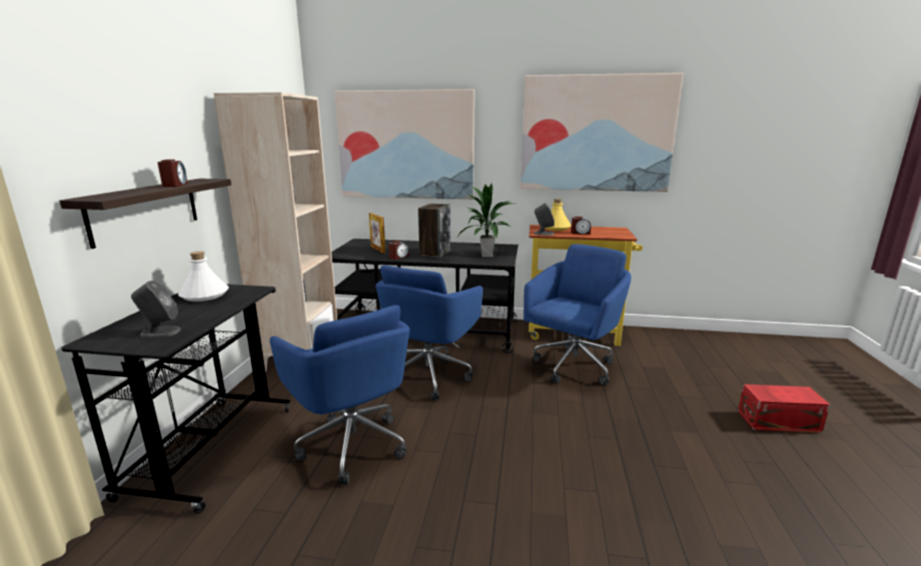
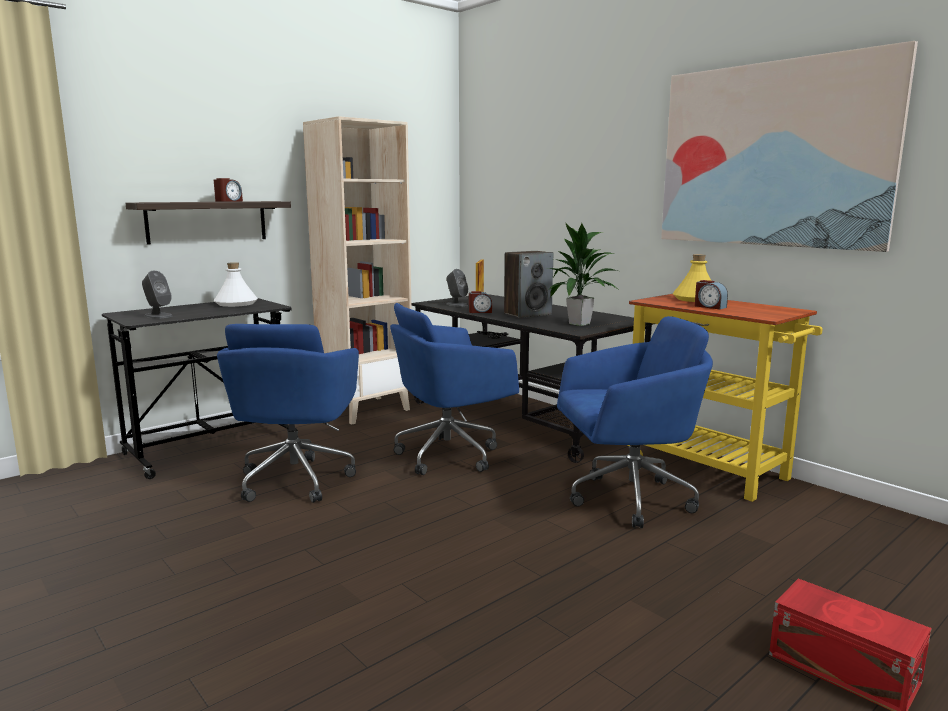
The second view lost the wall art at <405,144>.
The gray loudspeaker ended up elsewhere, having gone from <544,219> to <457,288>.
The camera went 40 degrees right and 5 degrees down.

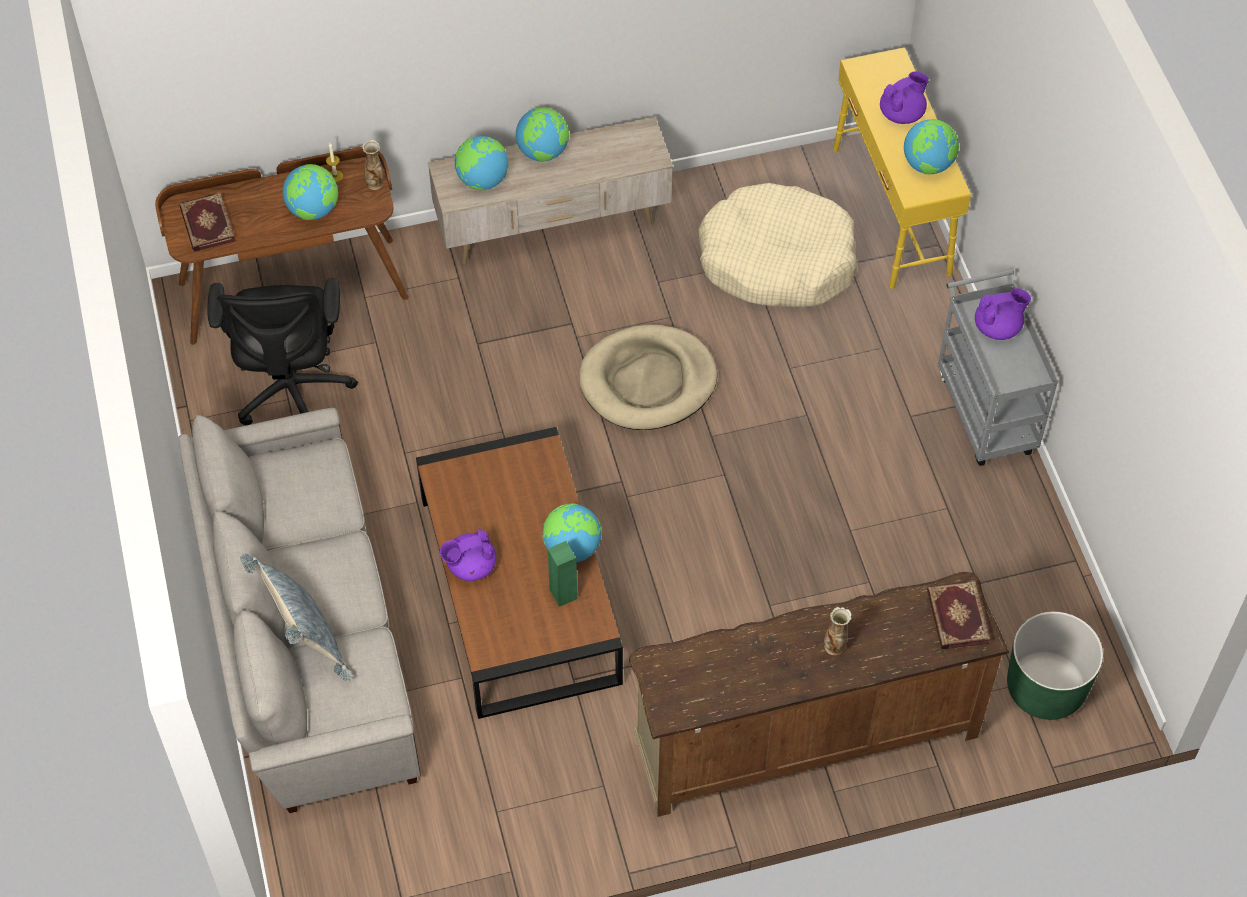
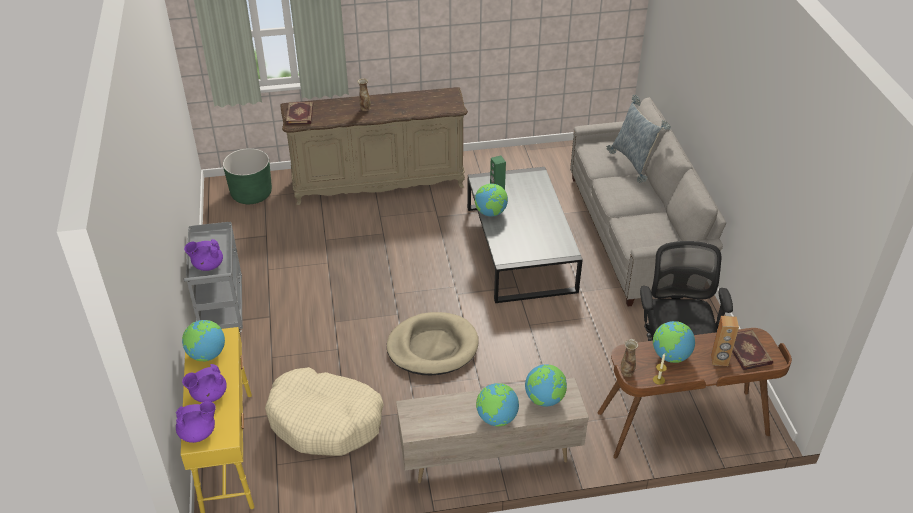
What was the brownish low table at <519,573> turned into the gray low table at <525,235>.
The purple pot for tea ended up elsewhere, having gone from <468,555> to <196,422>.
The second view gained the brownish loudspeaker at <725,341>.
The camera went 175 degrees left and 15 degrees down.

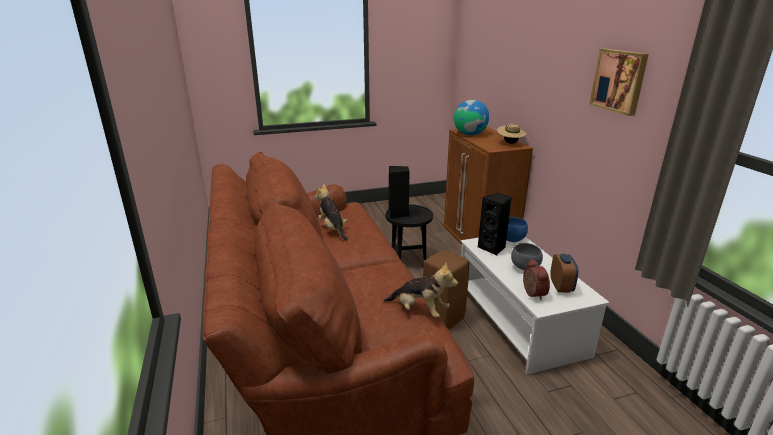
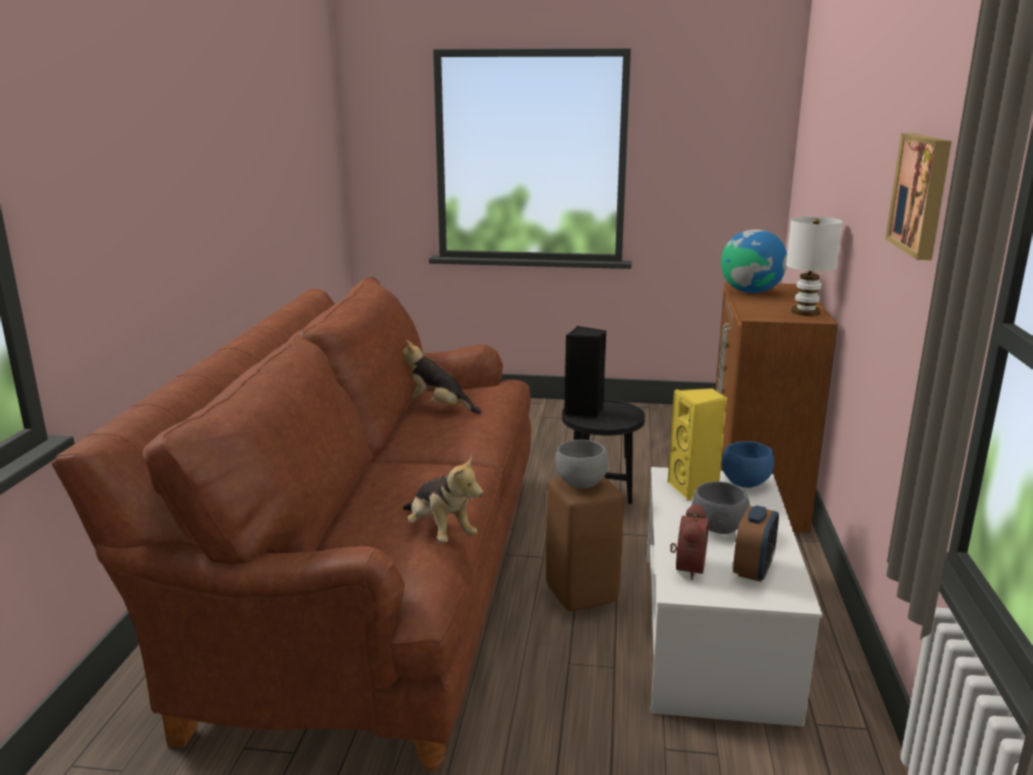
The soft toy at <331,212> ended up facing another way, 60 degrees counterclockwise from before.
What was the blackish loudspeaker at <495,224> turned into the yellowish loudspeaker at <697,444>.
Where the beige wearable hat stood at <512,134>, the white table lamp came to stand at <814,266>.
The second view gained the gray bowl at <582,464>.
The camera went 25 degrees right and 5 degrees down.

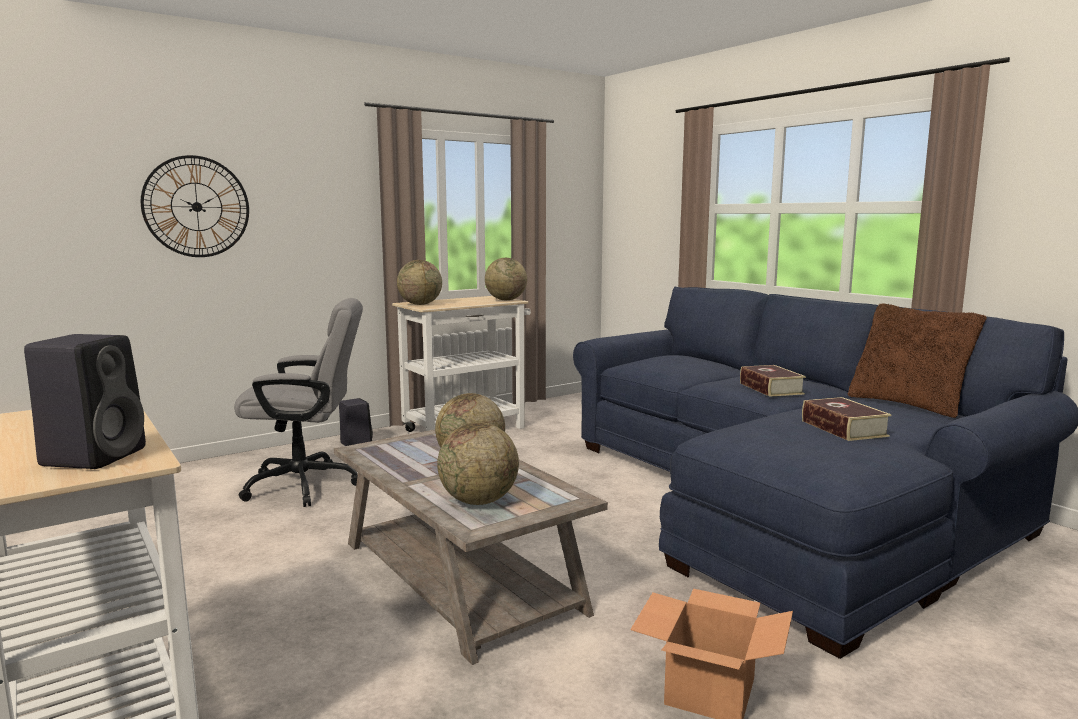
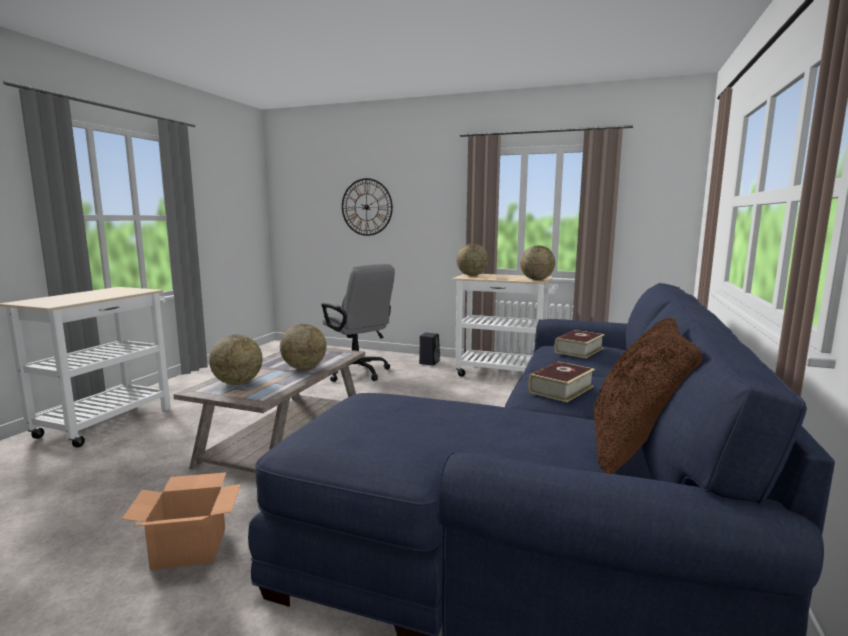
The second view lost the blackish loudspeaker at <85,401>.
The bound book ended up elsewhere, having gone from <847,419> to <580,344>.
The camera went 55 degrees right and 0 degrees up.

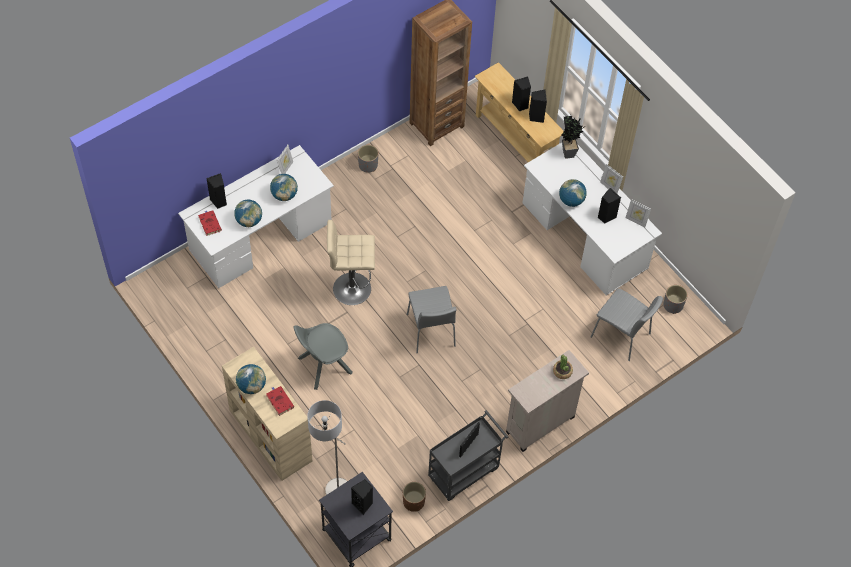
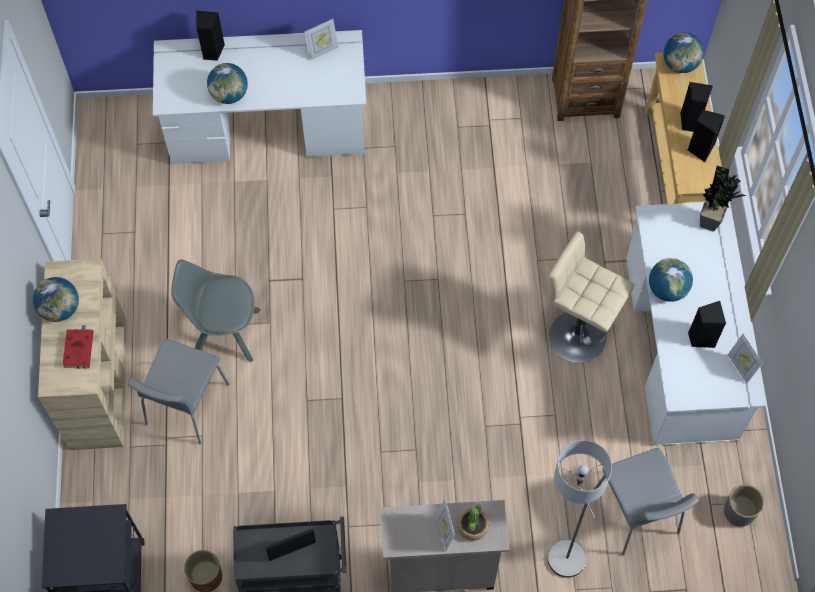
The second view lost the red bound book at <210,223>.
The globe ended up elsewhere, having gone from <284,187> to <683,53>.
The gray standard lamp ended up elsewhere, having gone from <327,447> to <580,509>.
The beige sitting stool ended up elsewhere, having gone from <351,262> to <591,297>.
The second view lost the blackish loudspeaker at <362,497>.
The second view lost the gray planter at <368,159>.
The gray plain chair ended up elsewhere, having gone from <432,319> to <178,391>.
The standing frame ended up elsewhere, having gone from <611,178> to <445,525>.
The camera went 35 degrees right and 5 degrees up.

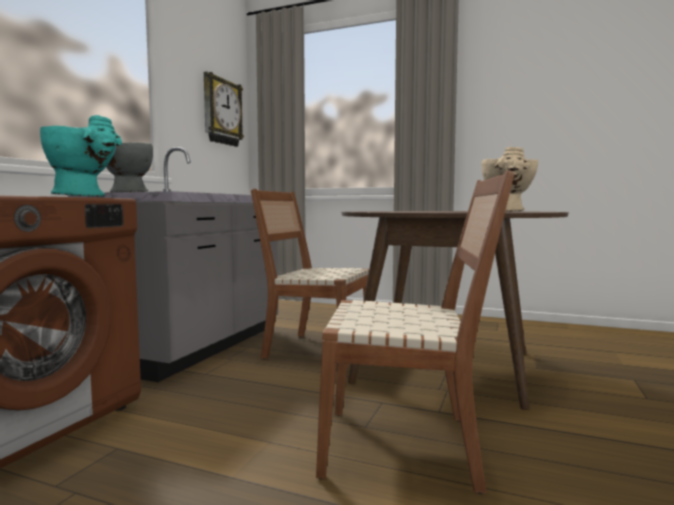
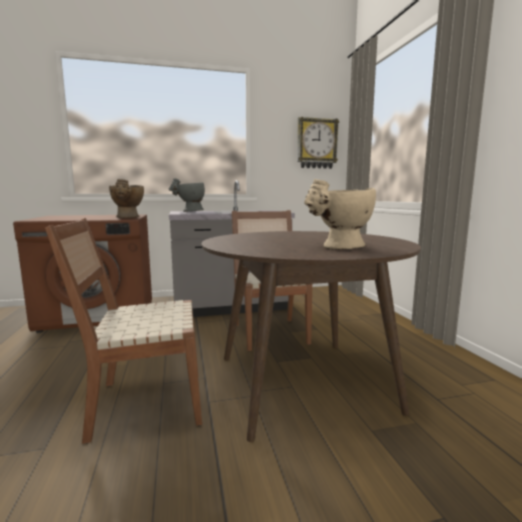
What was the blue-green decorative vase at <81,156> turned into the beige decorative vase at <126,198>.
The plain chair at <415,332> ended up facing another way, 105 degrees clockwise from before.
The camera went 55 degrees right and 5 degrees up.

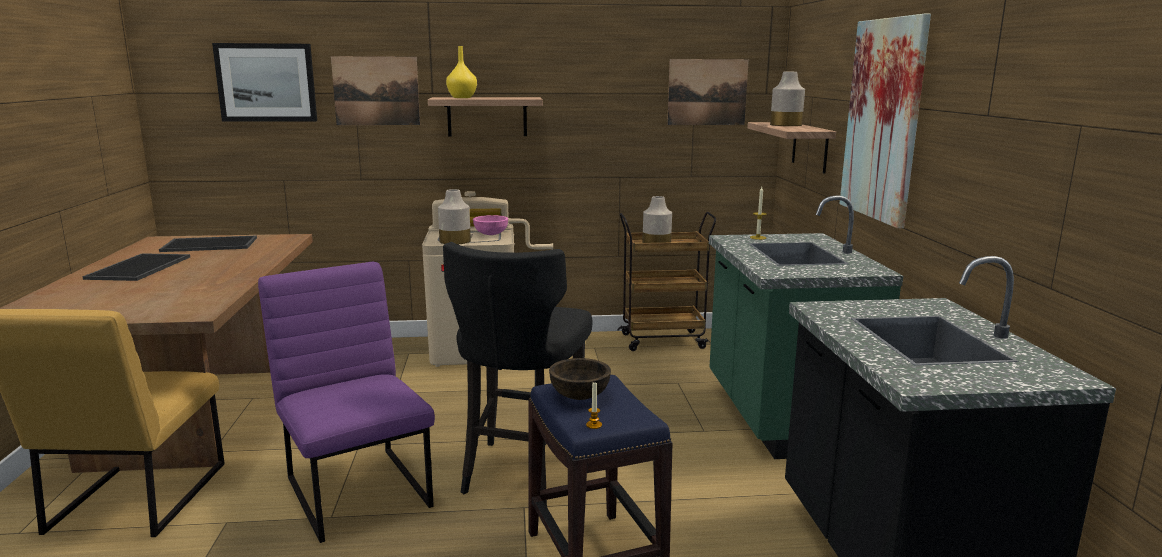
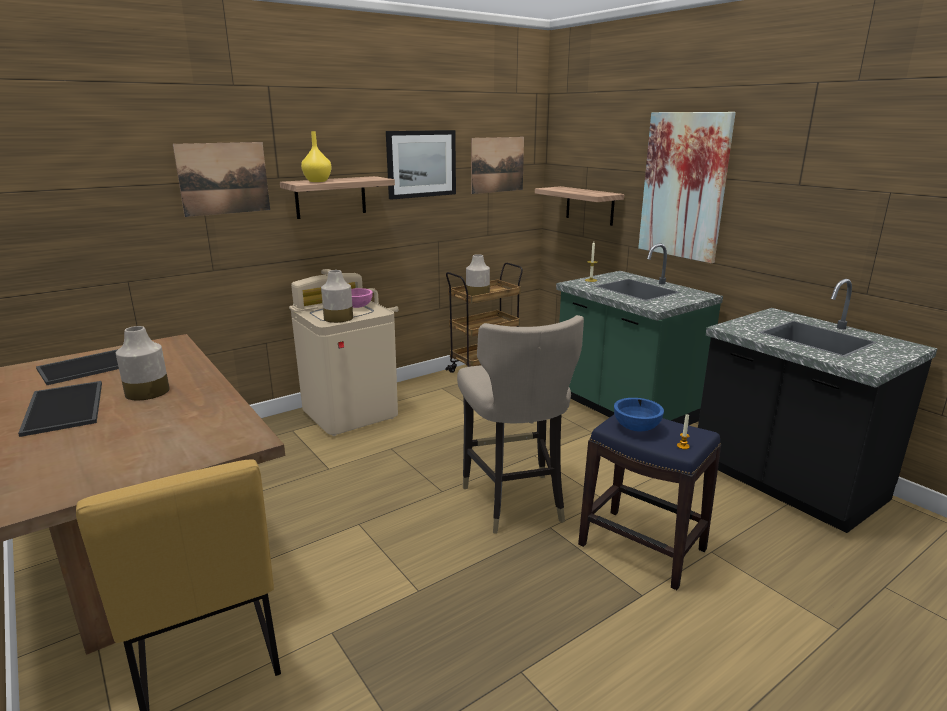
The wall art ended up elsewhere, having gone from <264,82> to <421,165>.
The second view lost the purple plain chair at <346,402>.
What was the blackish sitting stool at <518,374> turned into the beige sitting stool at <520,424>.
What was the brownish bowl at <580,379> turned into the bluish bowl at <639,414>.
The beige decorative vase ended up elsewhere, having gone from <787,99> to <143,363>.
The camera went 30 degrees left and 5 degrees up.

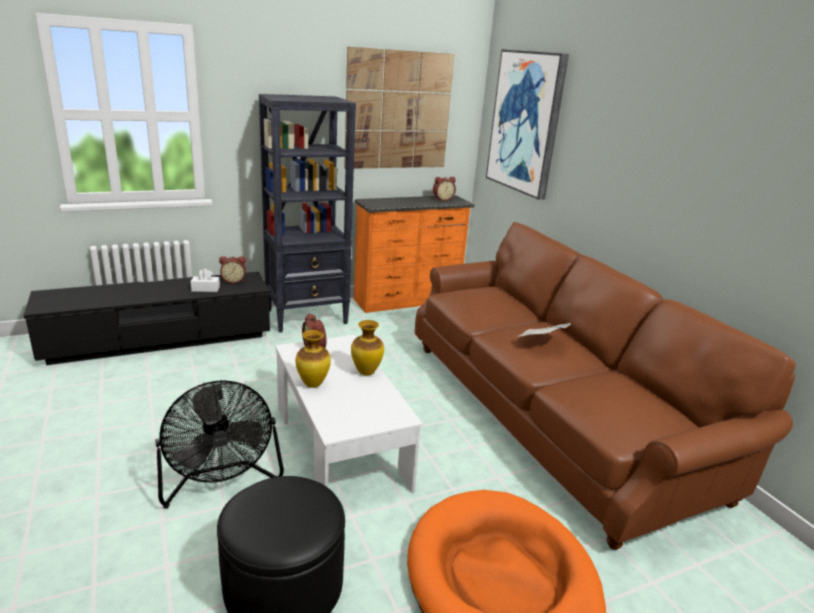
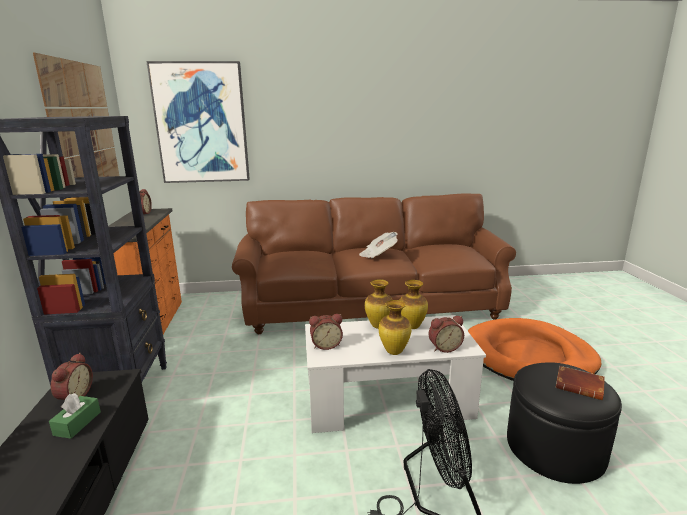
What was the white box of tissues at <205,280> turned into the greenish box of tissues at <75,416>.
The second view gained the decorative vase at <414,304>.
The second view gained the alarm clock at <446,334>.
The second view gained the brownish bound book at <580,383>.
The camera went 70 degrees left and 5 degrees down.

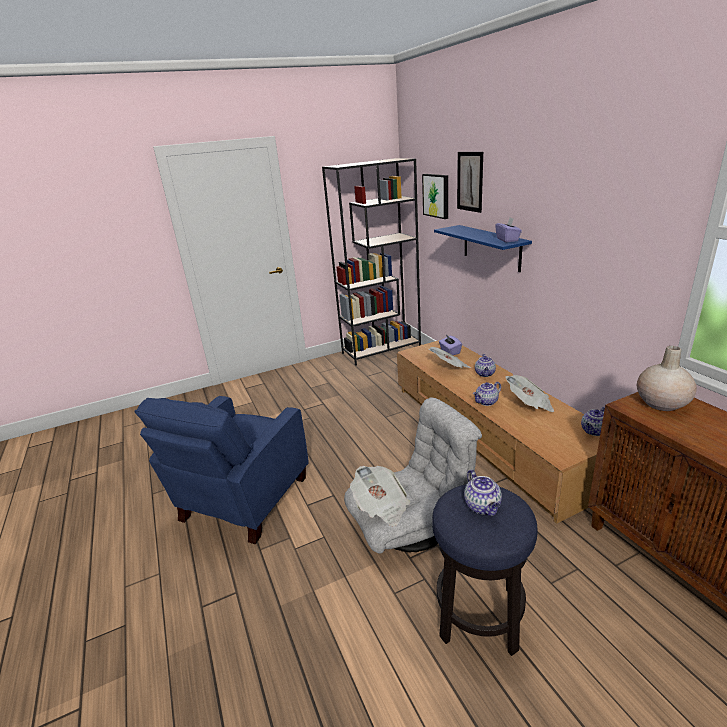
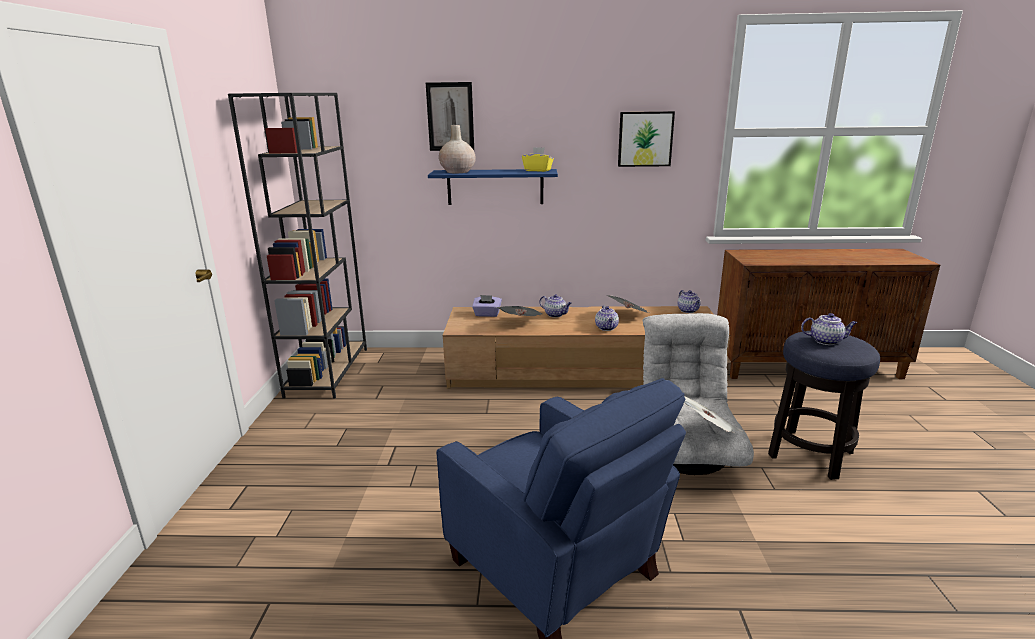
The wall art ended up elsewhere, having gone from <435,196> to <646,139>.
What was the purple box of tissues at <508,230> turned into the yellowish box of tissues at <538,159>.
The beige decorative vase ended up elsewhere, having gone from <667,378> to <457,149>.
The camera went 65 degrees left and 5 degrees down.

